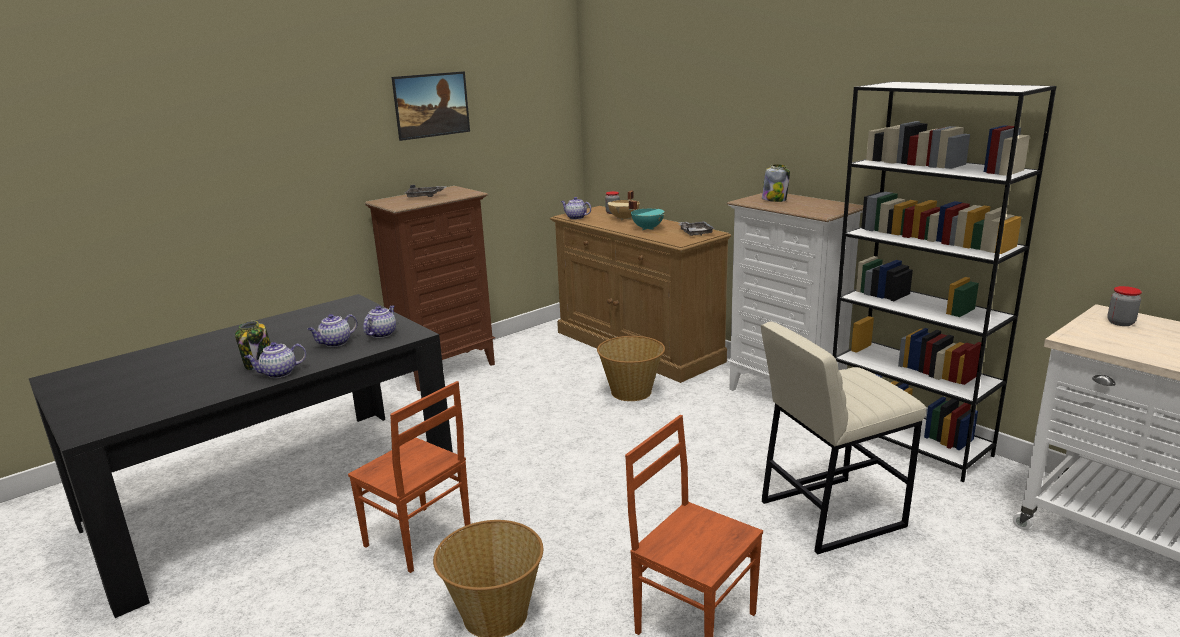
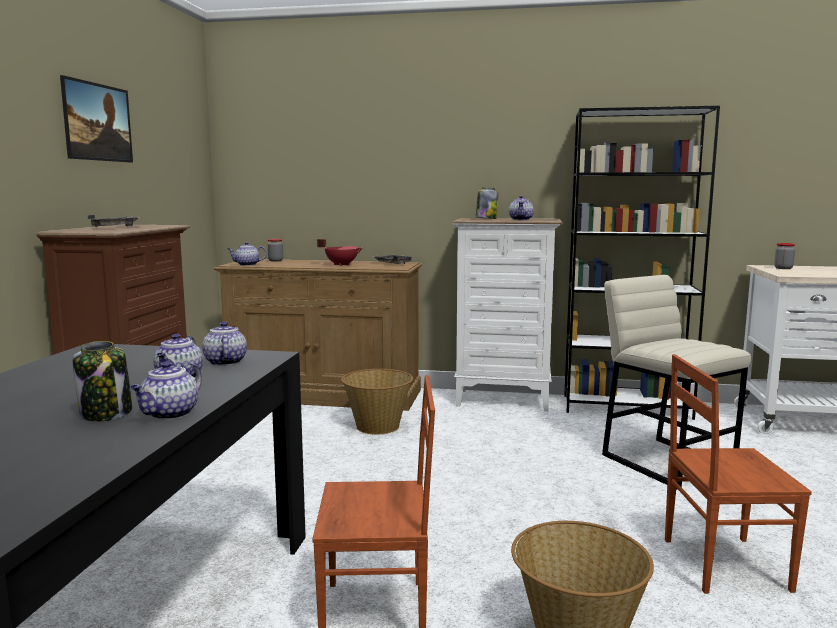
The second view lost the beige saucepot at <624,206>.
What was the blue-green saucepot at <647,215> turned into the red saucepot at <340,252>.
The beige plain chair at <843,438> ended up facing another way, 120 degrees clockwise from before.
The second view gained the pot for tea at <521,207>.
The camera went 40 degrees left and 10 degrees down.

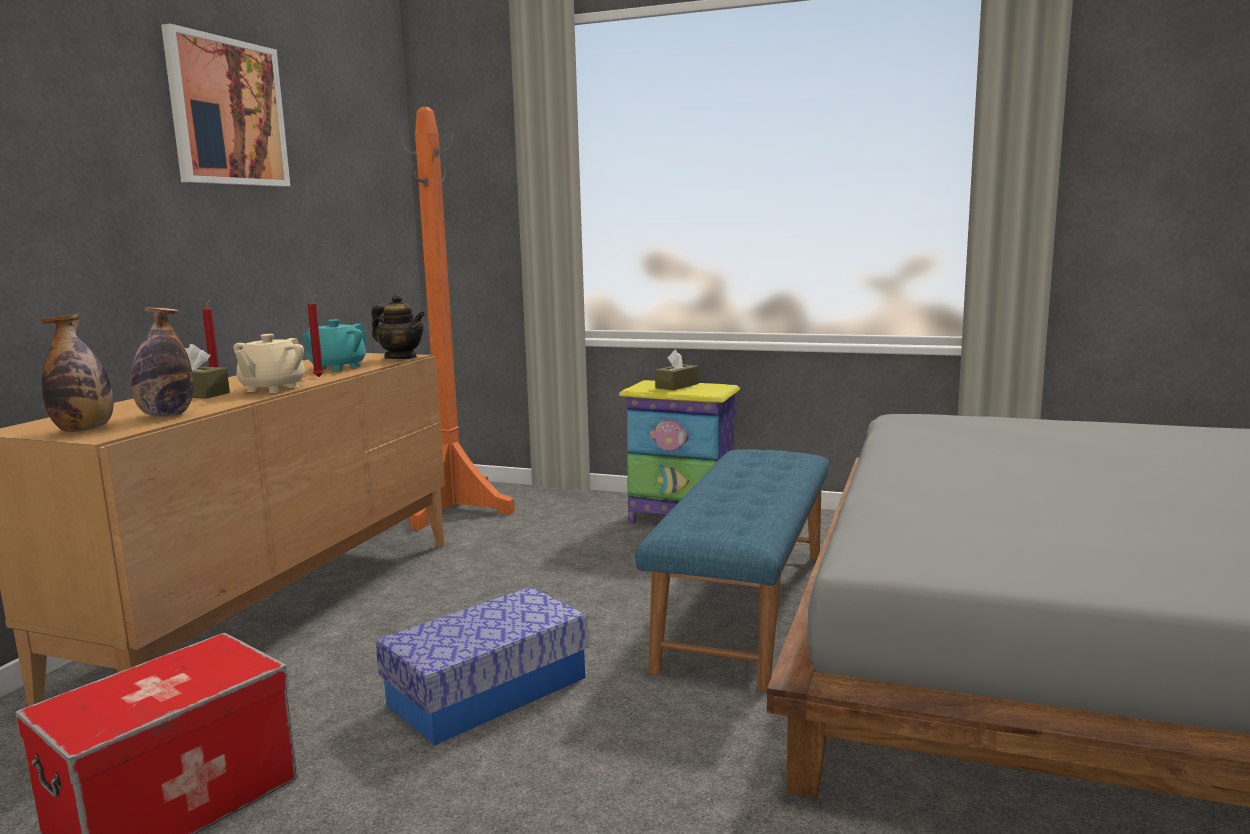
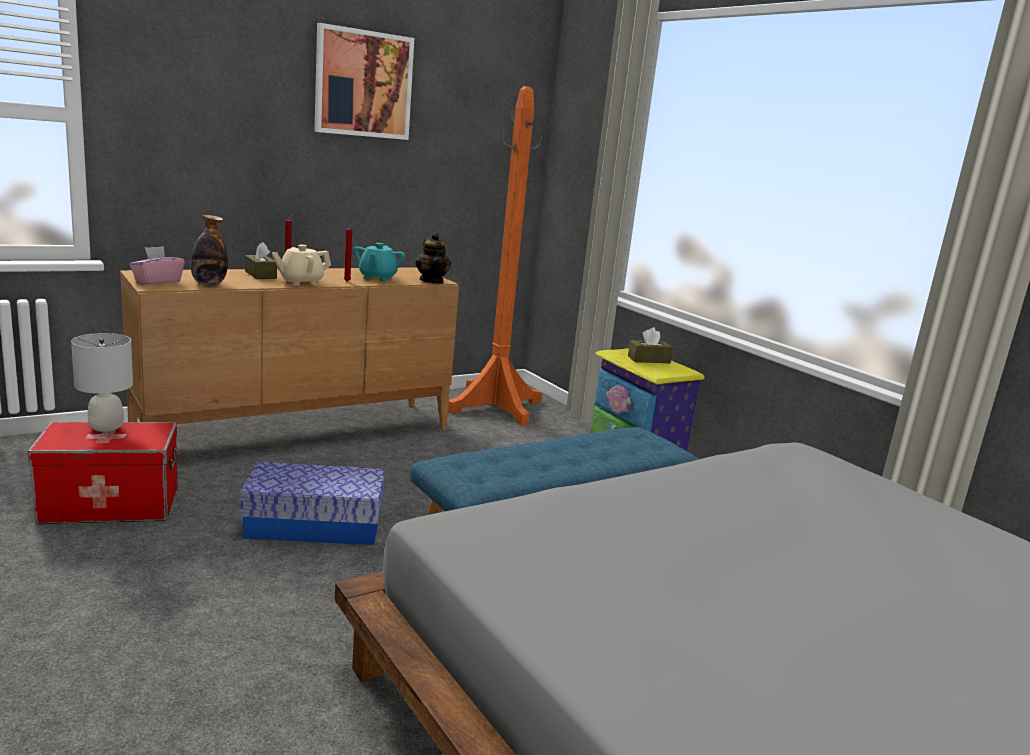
Where the beverage bottle stood at <77,372>, the pink-coloured box of tissues came to stand at <157,265>.
The blue-green pot for tea at <334,345> ended up facing another way, 60 degrees counterclockwise from before.
The second view gained the gray table lamp at <102,382>.
The camera went 35 degrees right and 5 degrees up.

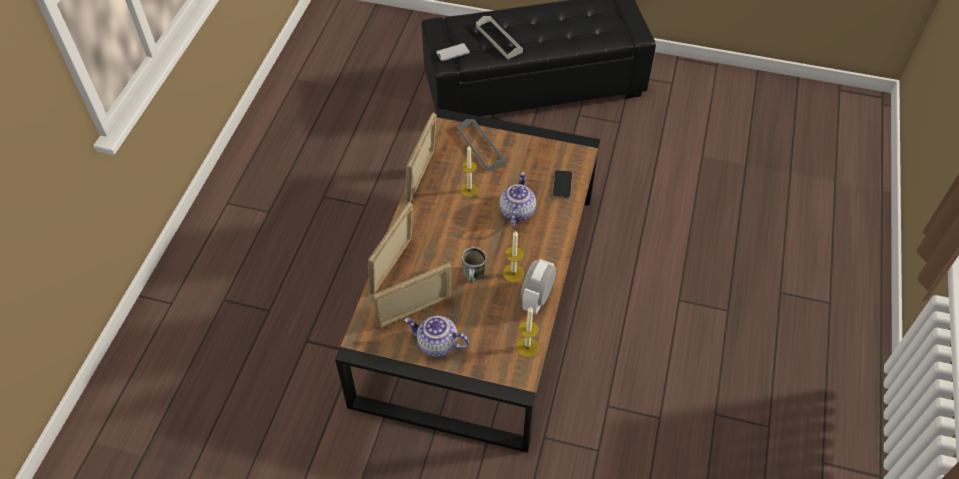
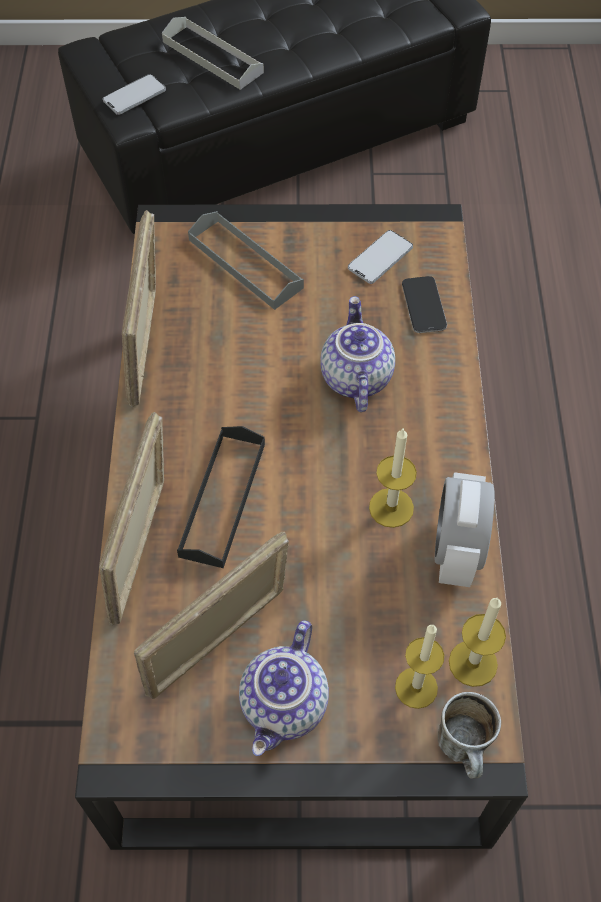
The pot for tea at <437,336> ended up facing another way, 75 degrees counterclockwise from before.
The wax light ended up elsewhere, having gone from <469,171> to <419,666>.
The coffee mug ended up elsewhere, having gone from <474,265> to <469,735>.
The second view gained the blackish carrying tray at <221,497>.
The second view gained the handset at <380,257>.
The camera went 15 degrees left and 5 degrees up.

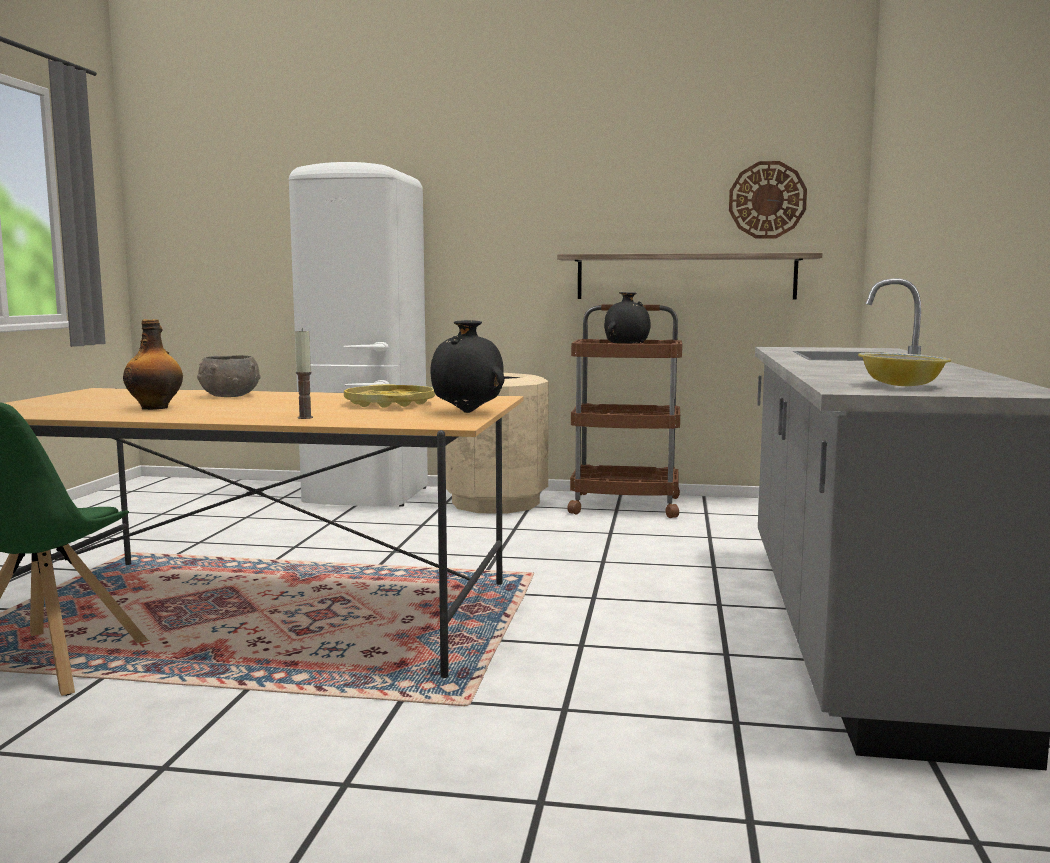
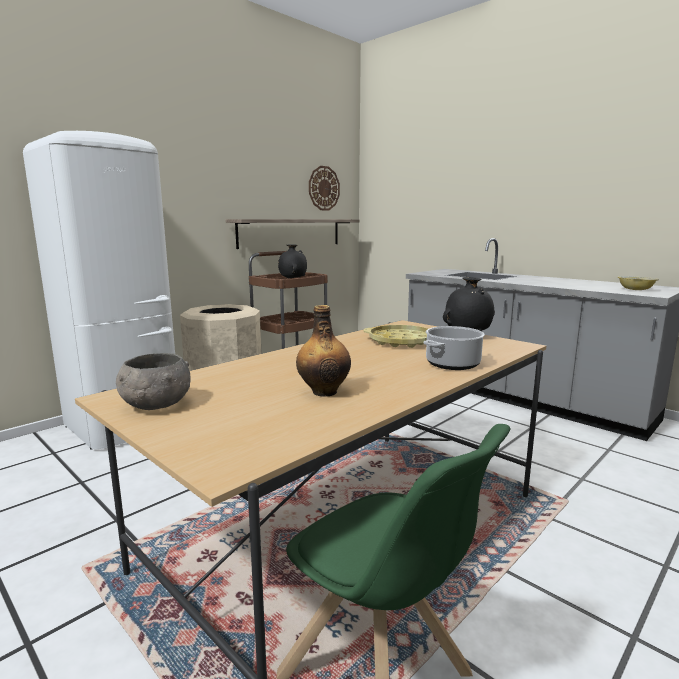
The gray bowl ended up elsewhere, having gone from <229,376> to <153,381>.
Where the wax light stood at <304,373>, the saucepot came to stand at <454,348>.
The camera went 55 degrees left and 5 degrees up.

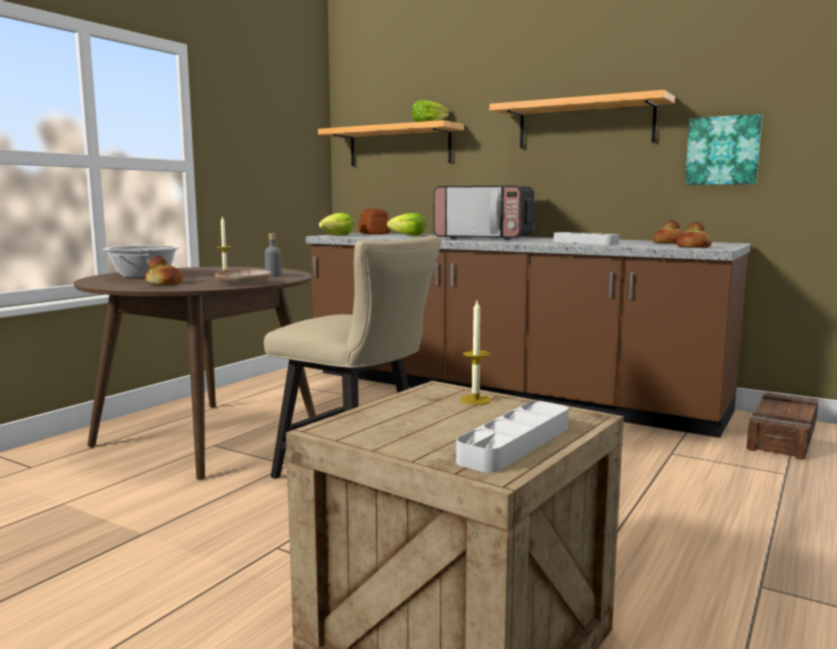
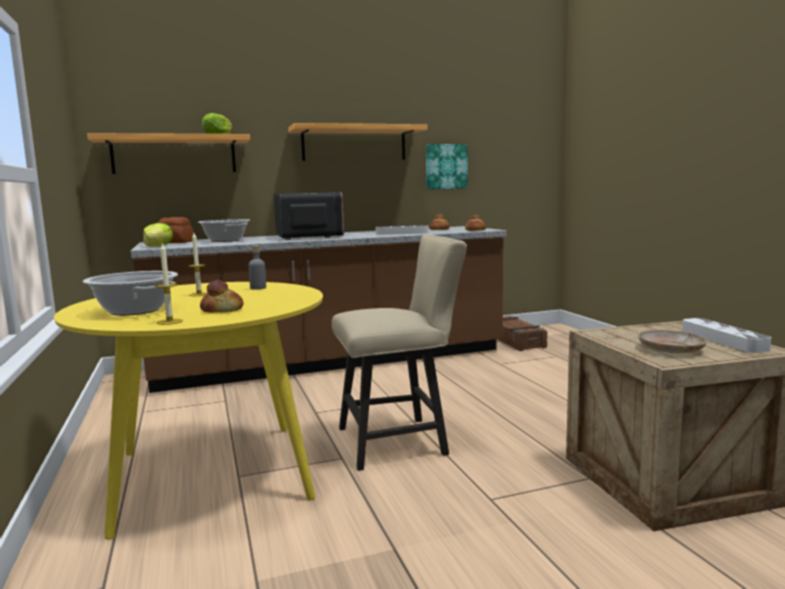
What was the brownish dinner table at <194,373> turned into the yellowish dinner table at <188,411>.
The beige dinner plate ended up elsewhere, having gone from <243,277> to <672,341>.
Where the lettuce stood at <406,224>, the saucepot came to stand at <224,230>.
The kitchen microwave at <483,213> ended up facing another way, 75 degrees counterclockwise from before.
The wax light ended up elsewhere, having gone from <475,353> to <169,284>.
The camera went 50 degrees left and 0 degrees up.

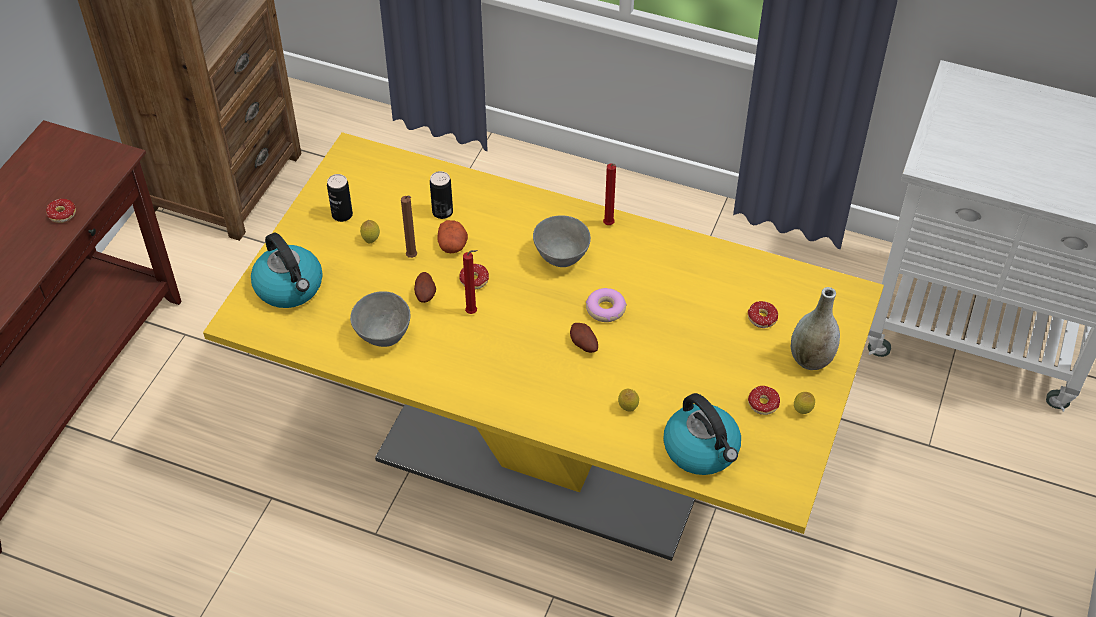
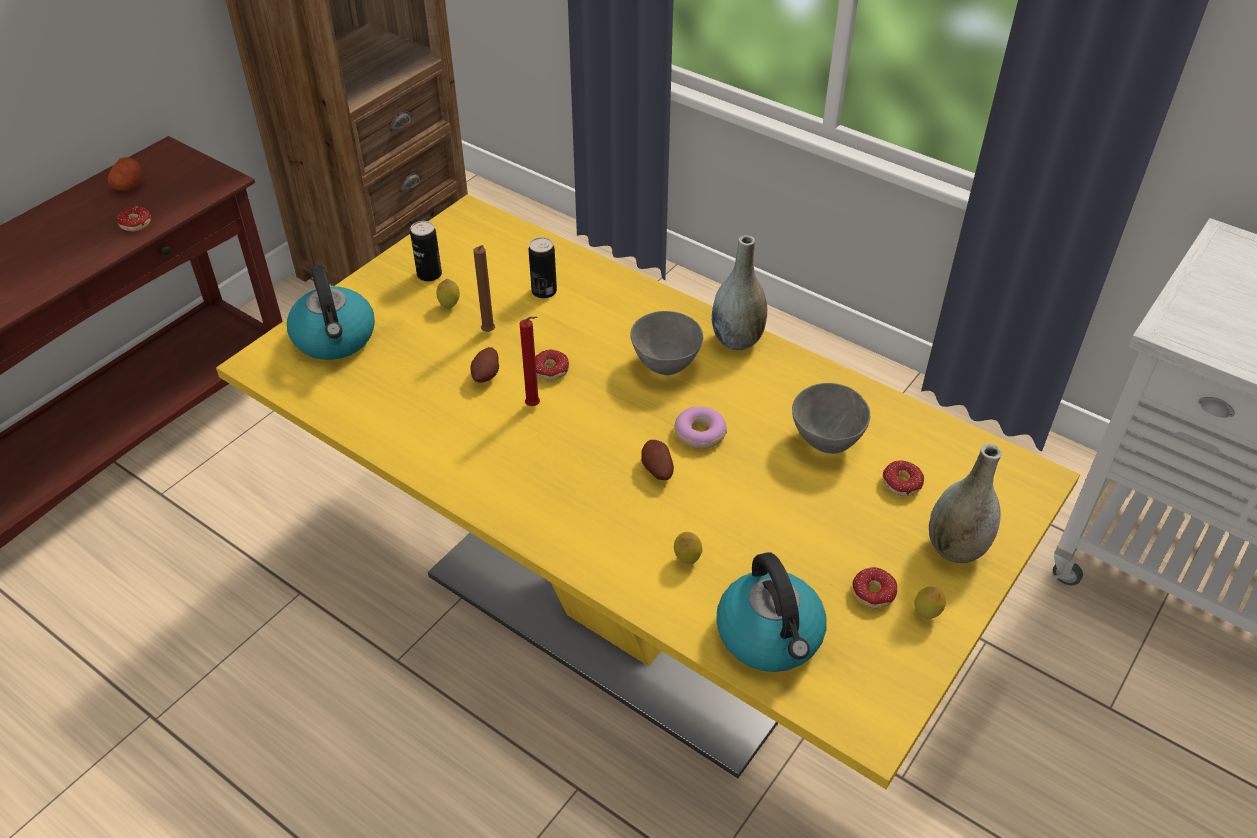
The gray bowl ended up elsewhere, having gone from <380,319> to <831,418>.
The whole potato ended up elsewhere, having gone from <453,236> to <125,173>.
Where the red wax light stood at <609,194>, the gray decorative vase came to stand at <739,293>.
The camera went 15 degrees right and 5 degrees down.

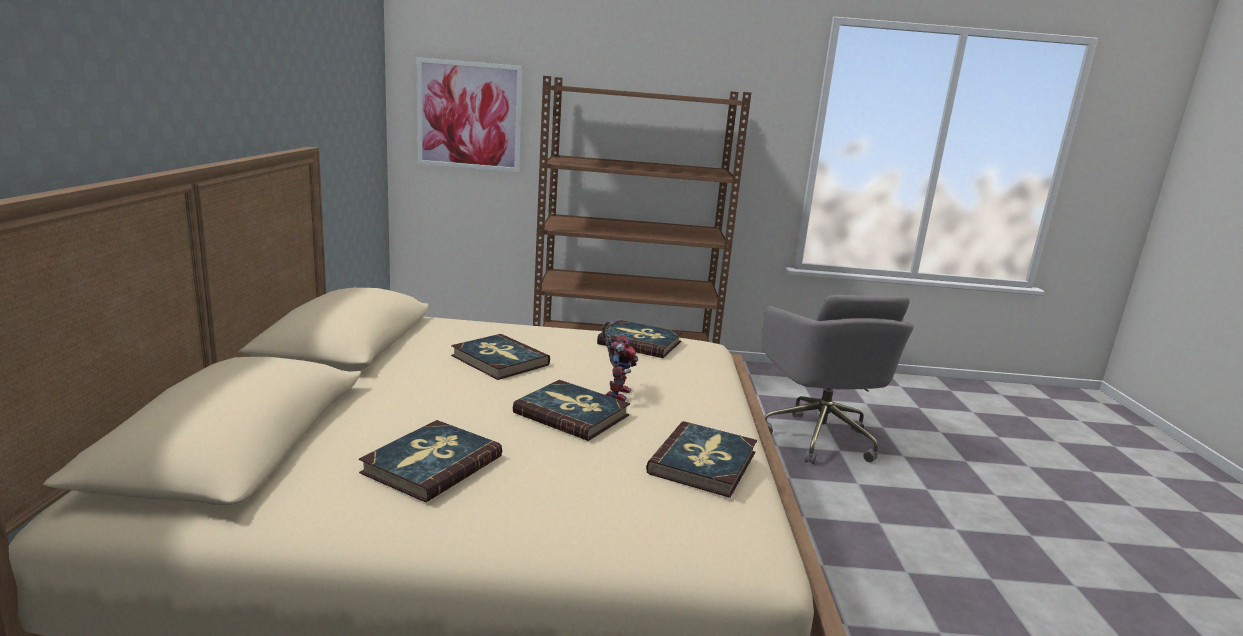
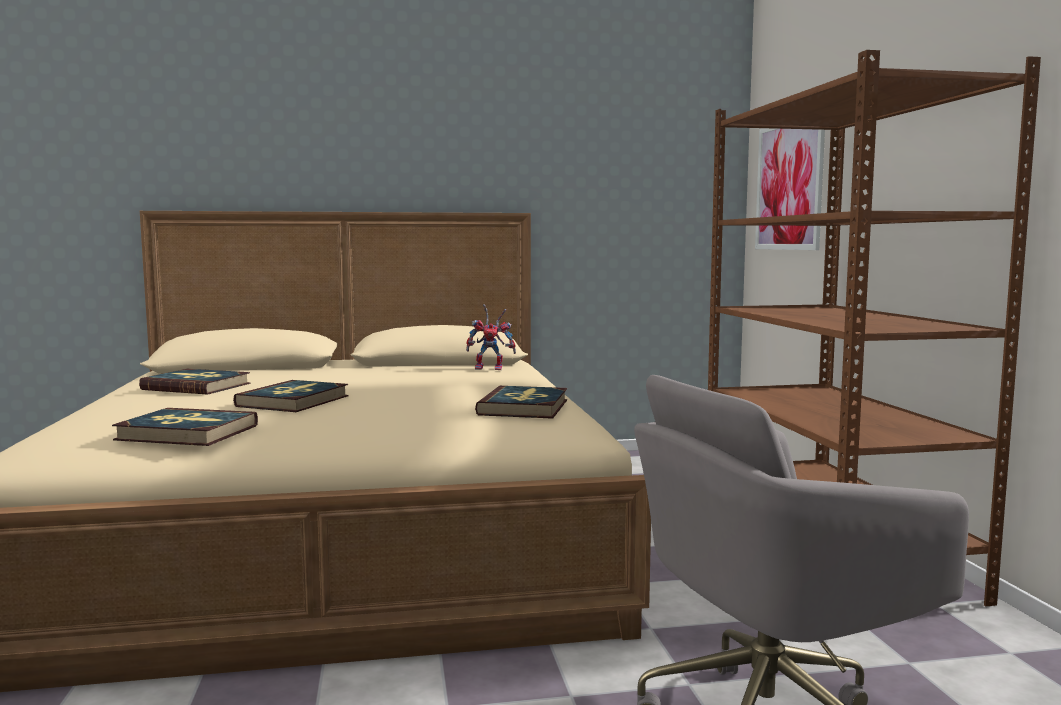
The second view lost the bound book at <500,357>.
The robot figure ended up elsewhere, having gone from <620,360> to <491,337>.
The camera went 80 degrees right and 10 degrees down.

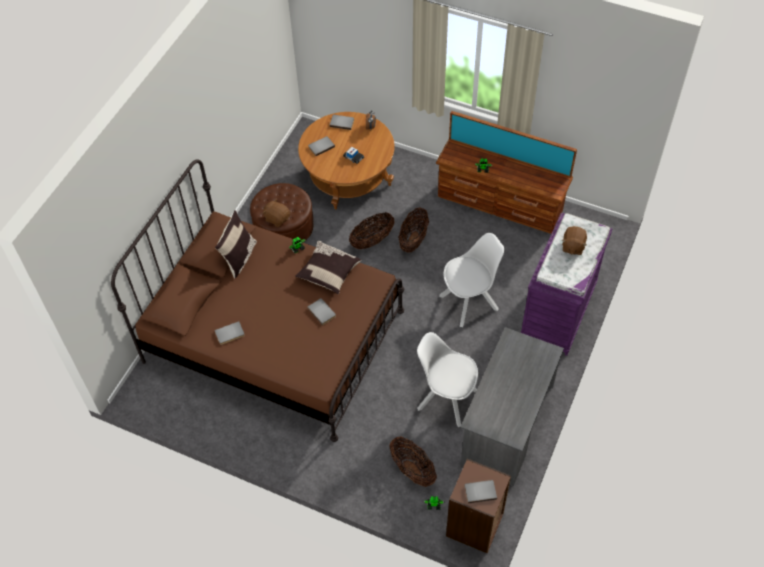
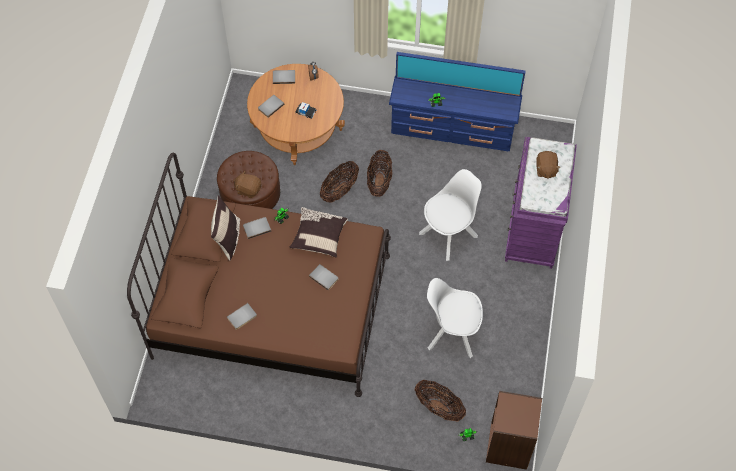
What was the brownish chest of drawers at <506,172> turned into the bluish chest of drawers at <457,101>.
The second view lost the gray desk unit at <512,406>.
The gray bound book ended up elsewhere, having gone from <480,491> to <257,228>.
The camera went 15 degrees left and 5 degrees up.

